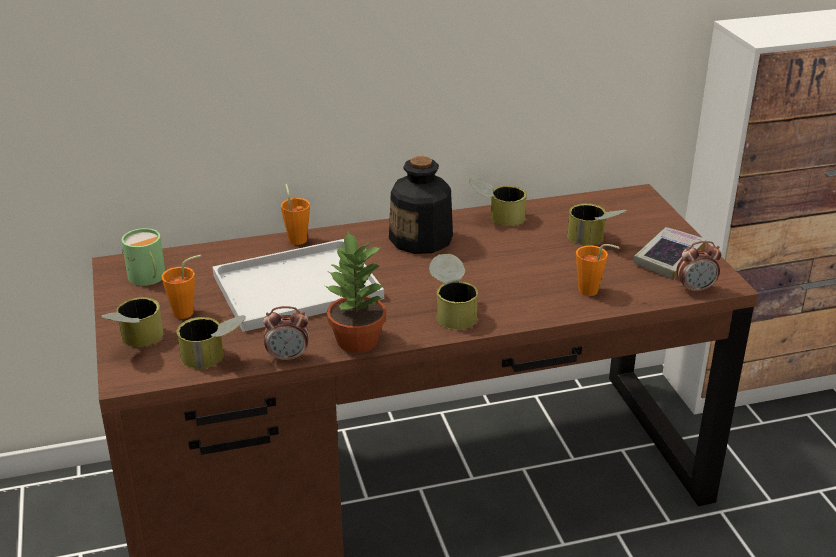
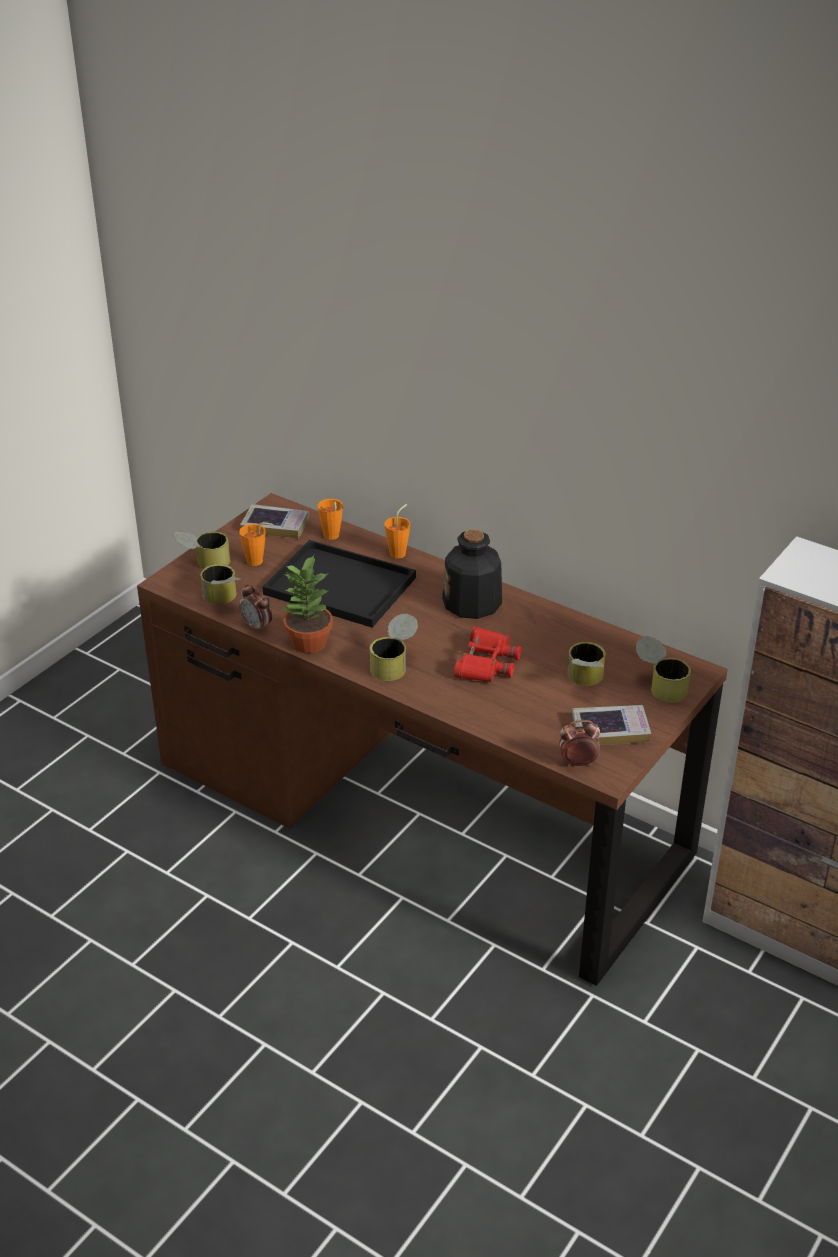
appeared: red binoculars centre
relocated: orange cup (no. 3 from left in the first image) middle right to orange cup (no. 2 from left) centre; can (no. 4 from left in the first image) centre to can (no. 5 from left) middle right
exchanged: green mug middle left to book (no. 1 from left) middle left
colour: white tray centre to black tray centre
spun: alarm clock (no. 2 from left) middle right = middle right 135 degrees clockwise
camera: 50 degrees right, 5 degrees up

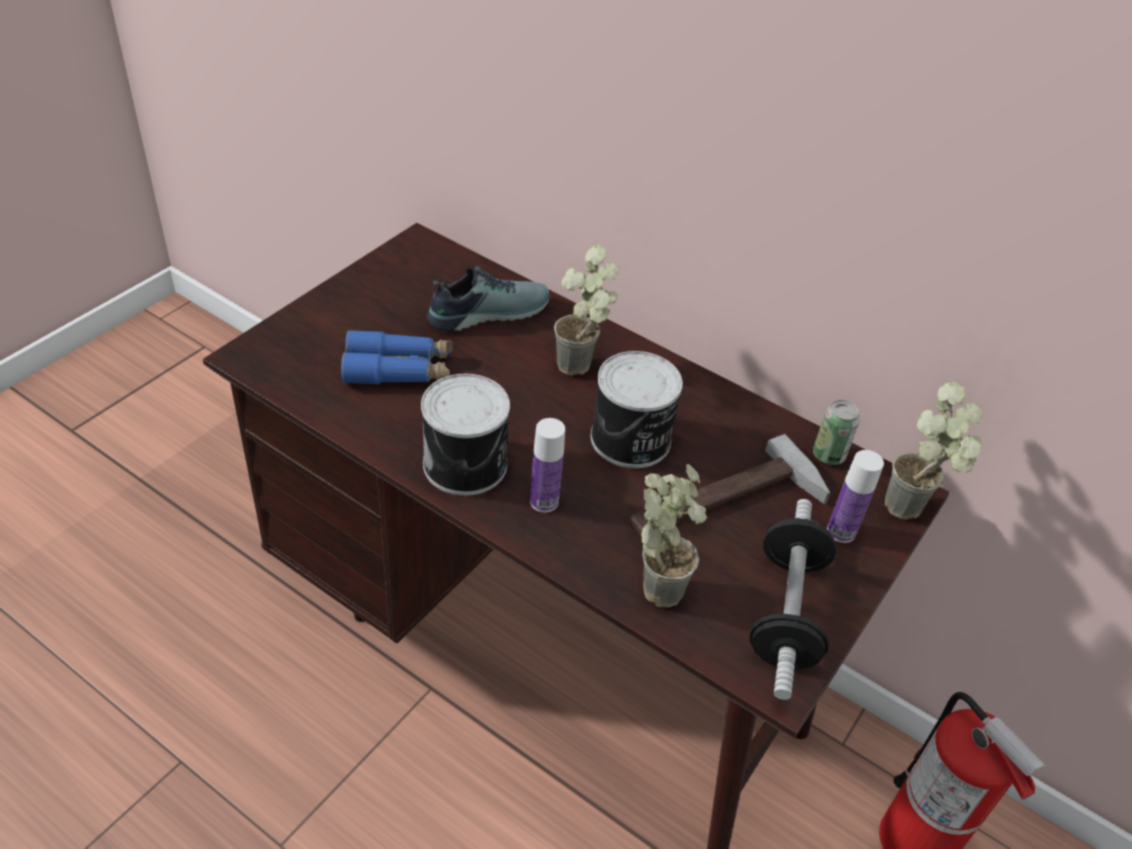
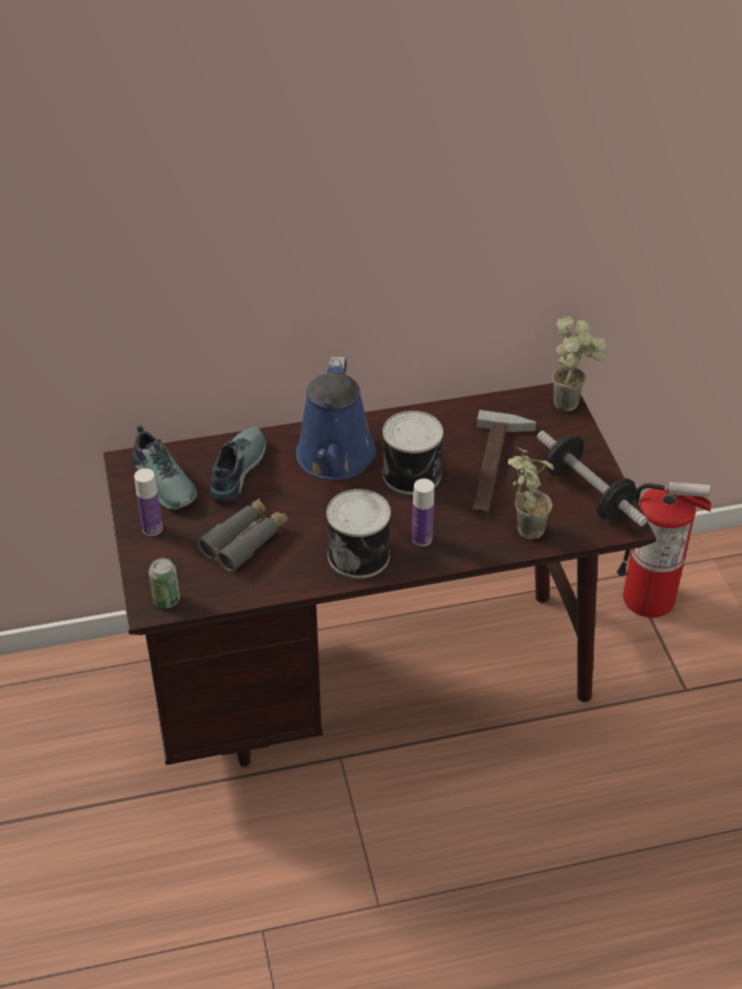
appeared: shoe (no. 1 from left) middle left
relocated: bottle (no. 2 from left in the first image) middle right to bottle (no. 1 from left) middle left; can (no. 3 from left in the first image) middle right to can (no. 1 from left) middle left
exchanged: potted plant (no. 1 from left) centre to blue watering can centre
colour: blue binoculars centre to grey binoculars middle left
camera: 45 degrees left, 0 degrees up

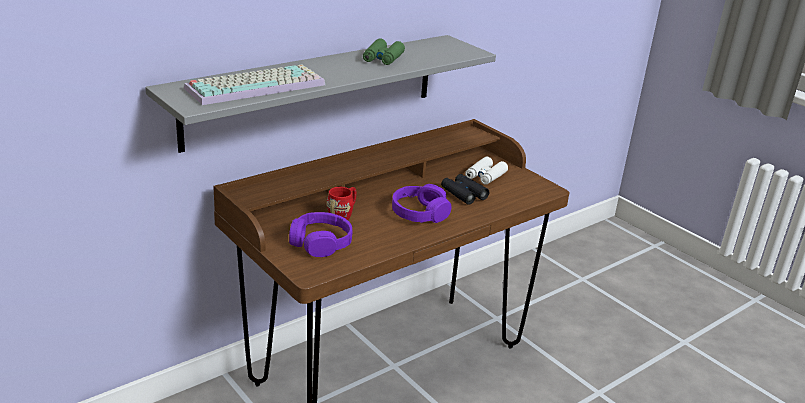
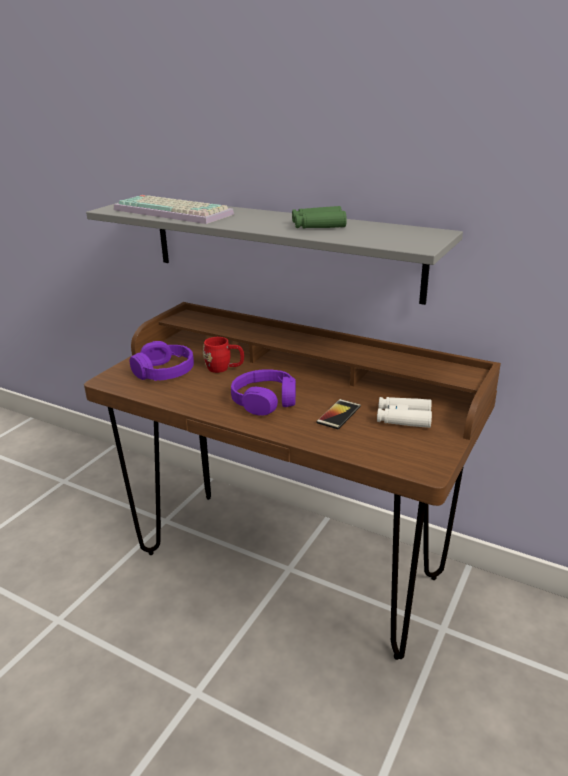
exchanged: black binoculars centre to phone centre
camera: 70 degrees right, 0 degrees up

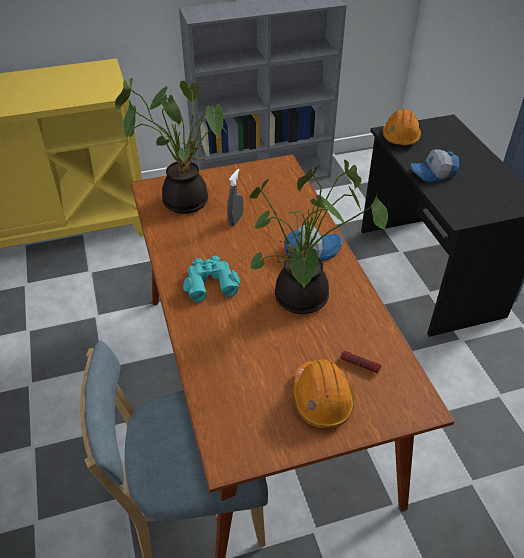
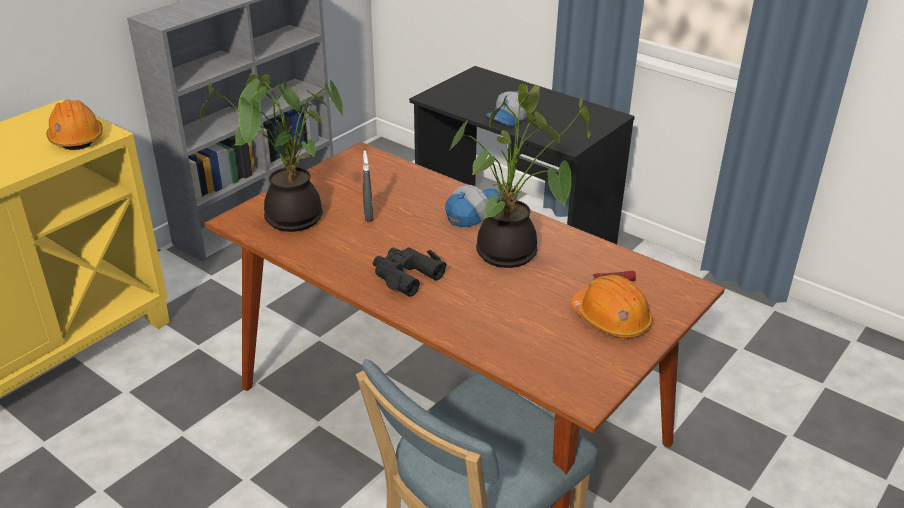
relocated: orange hard hat (no. 2 from left in the first image) top right to orange hard hat (no. 1 from left) top left
colour: turquoise binoculars centre to black binoculars centre
camera: 35 degrees left, 10 degrees down

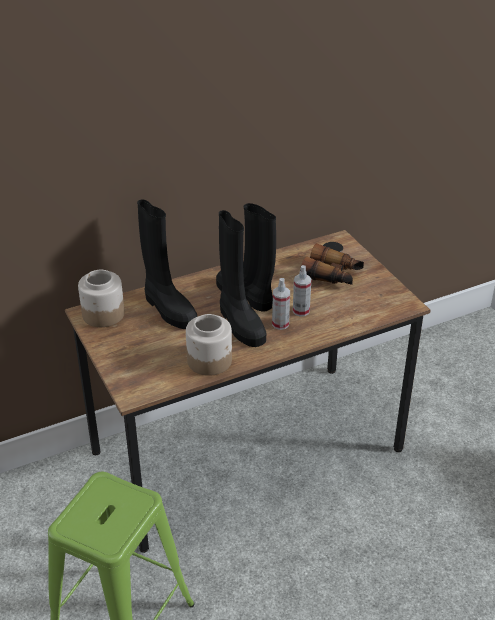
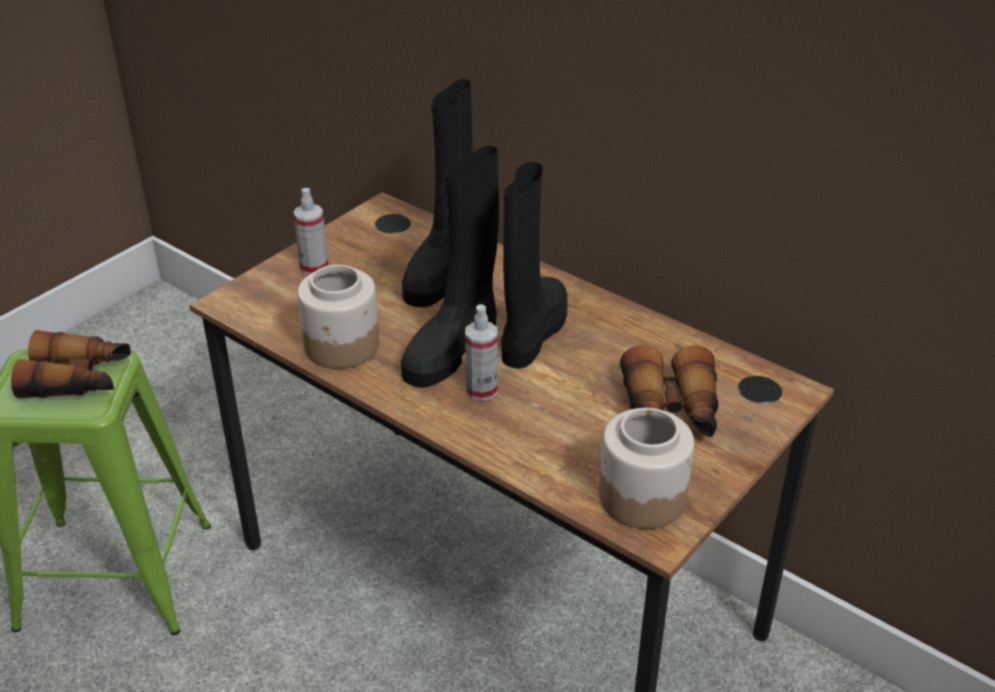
appeared: binoculars (no. 1 from left) middle left
relocated: spray bottle (no. 2 from left in the first image) centre to spray bottle (no. 1 from left) middle left; jar (no. 1 from left in the first image) middle left to jar (no. 2 from left) bottom centre
camera: 65 degrees right, 0 degrees up

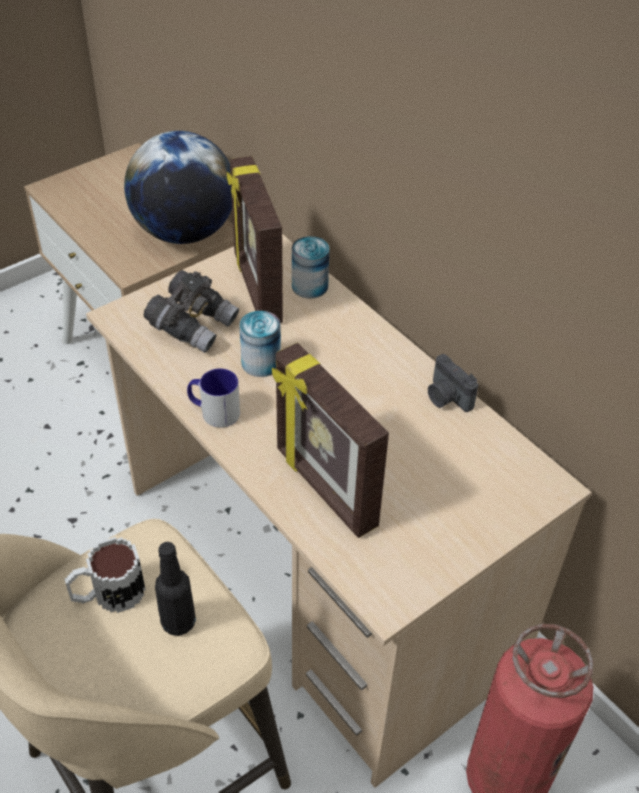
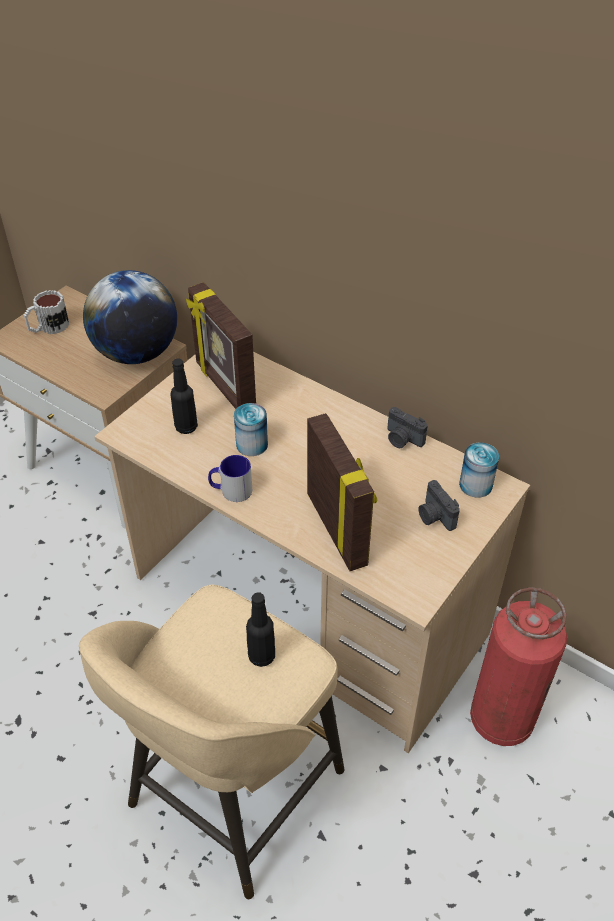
appeared: photo camera (no. 2 from left) middle right
relocated: mug (no. 1 from left) bottom left to middle left; can (no. 2 from left) centre to middle right
exchanged: grey binoculars middle left to black bottle (no. 1 from left) middle left
spun: picture frame (no. 2 from left) centre = centre 150 degrees counterclockwise
camera: 15 degrees left, 0 degrees up

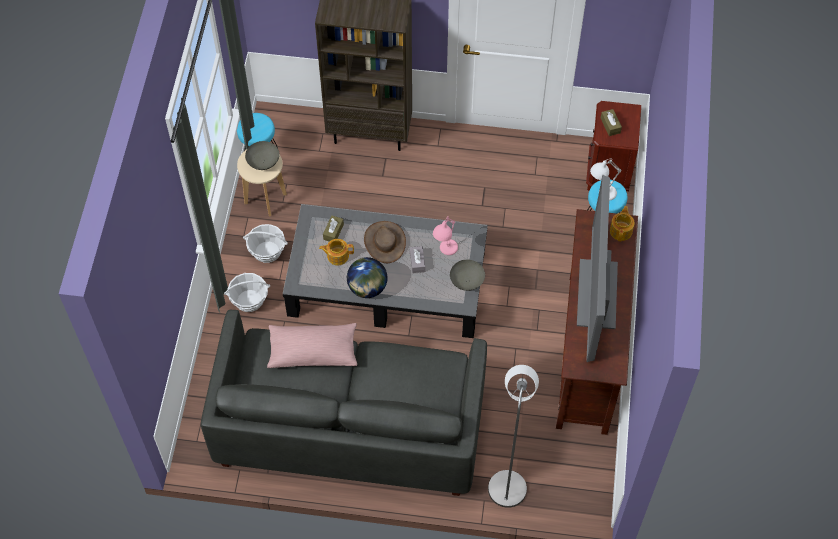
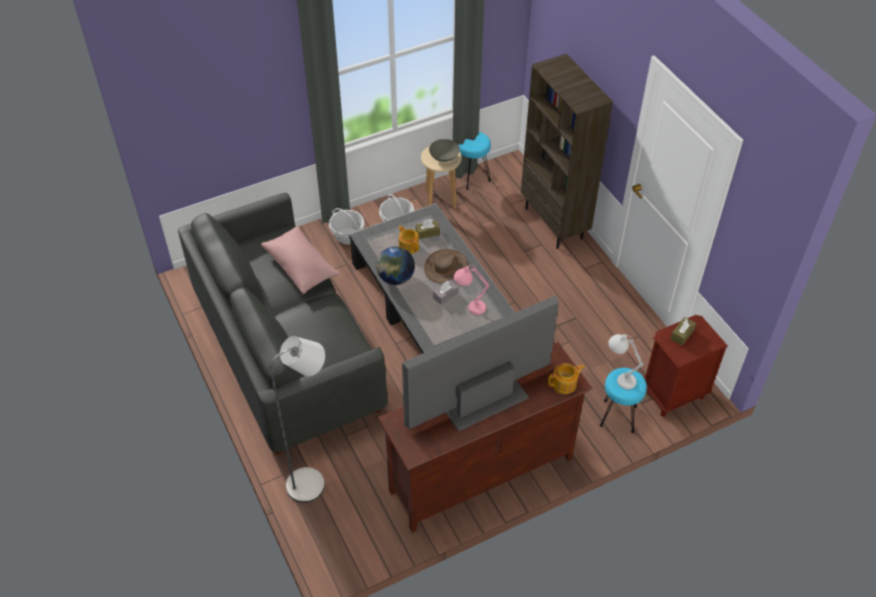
missing: grey bowl (no. 2 from left) centre
camera: 55 degrees right, 10 degrees down

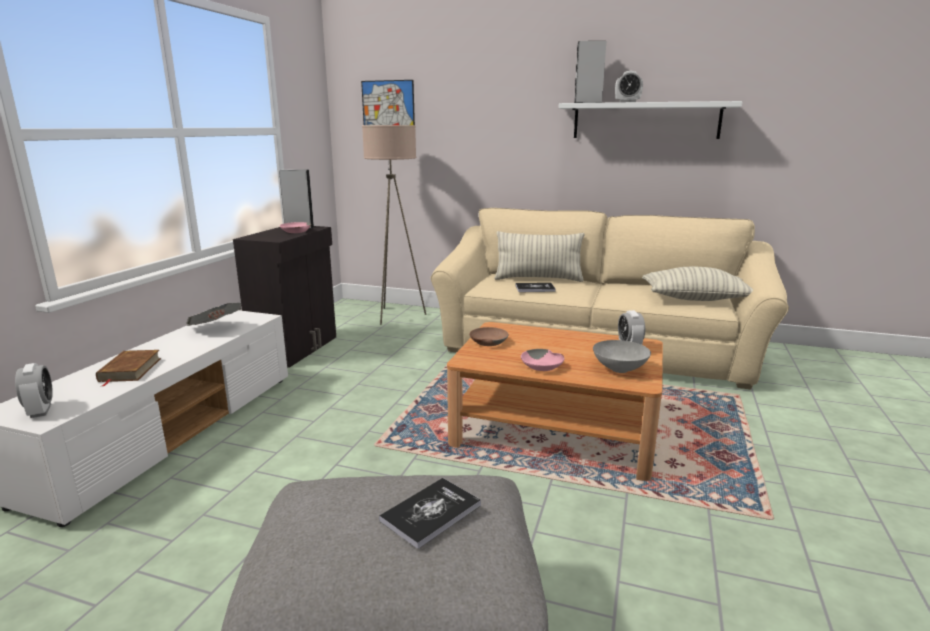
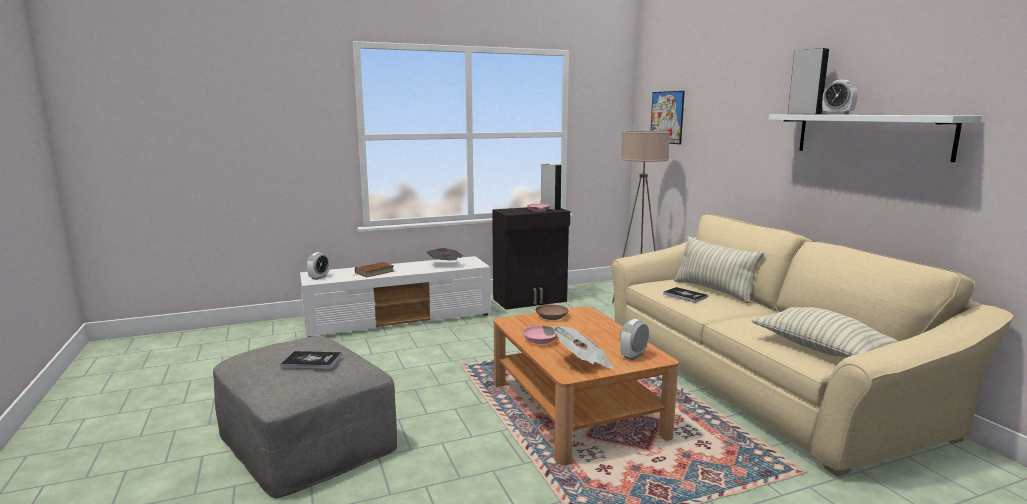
exchanged: grey bowl middle right to newspaper (no. 2 from left) bottom centre
camera: 50 degrees right, 5 degrees down

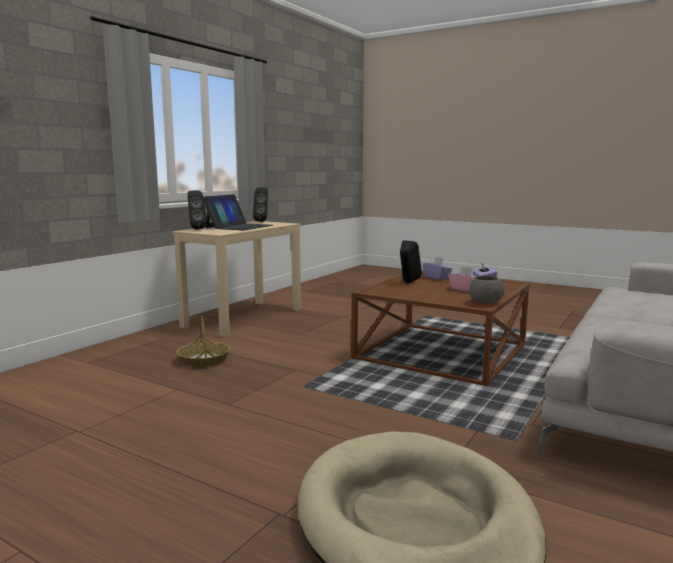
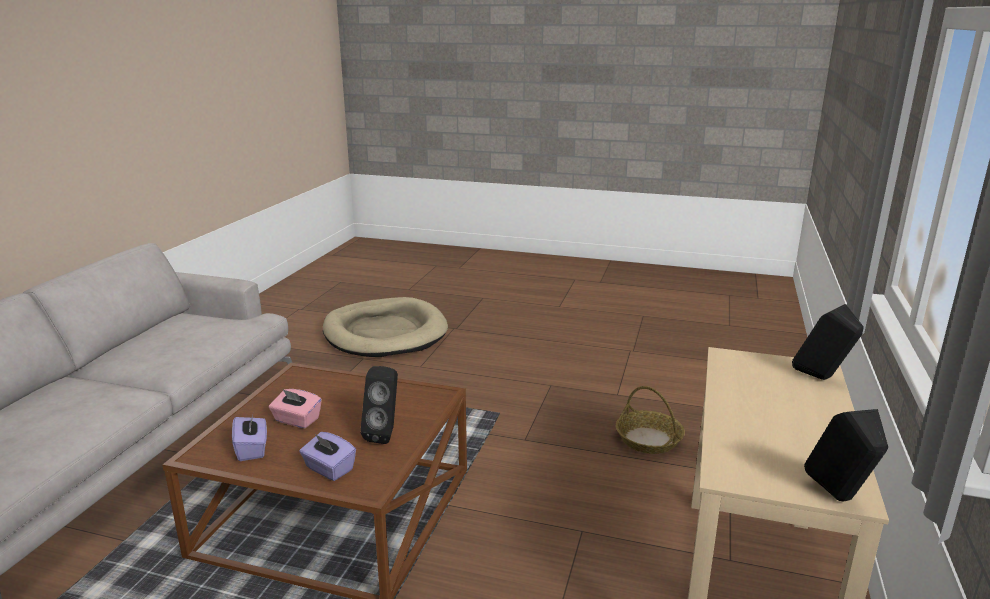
missing: laptop centre; grey bowl middle right
camera: 165 degrees right, 10 degrees up

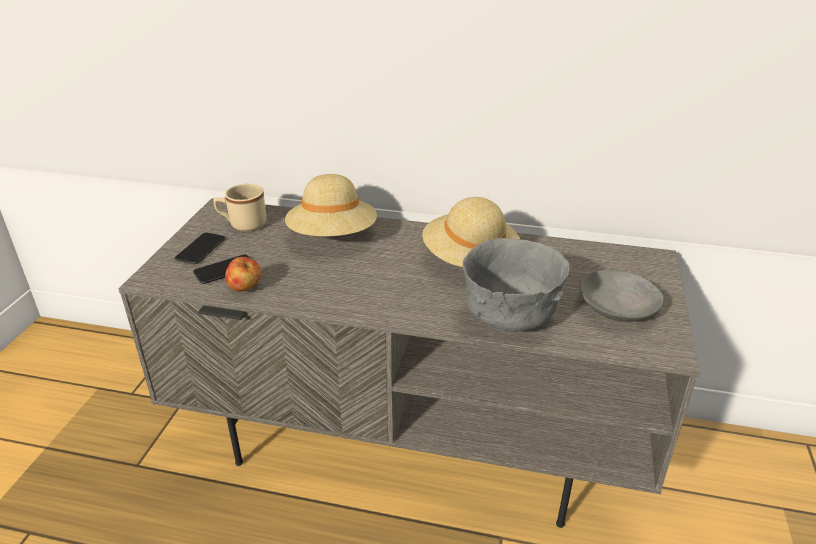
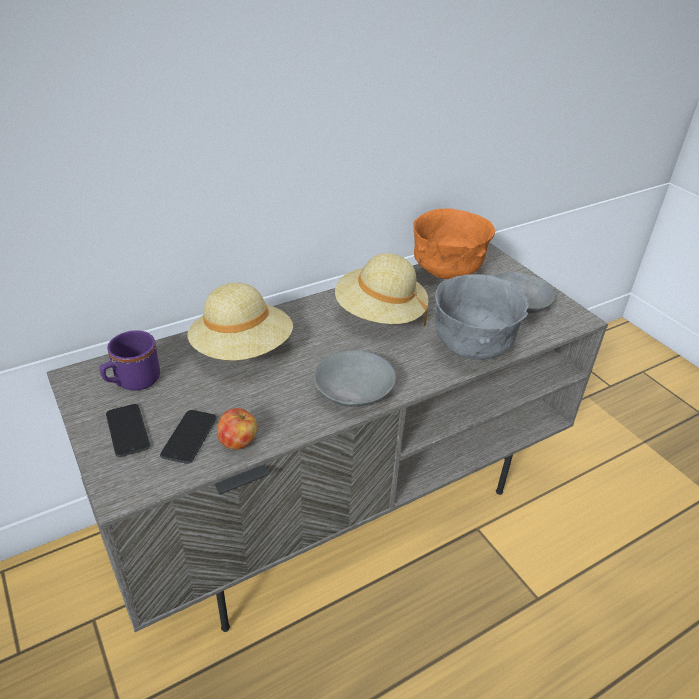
appeared: grey bowl (no. 1 from left) centre; orange bowl centre
colour: beige mug middle left to purple mug middle left
camera: 45 degrees left, 5 degrees up

